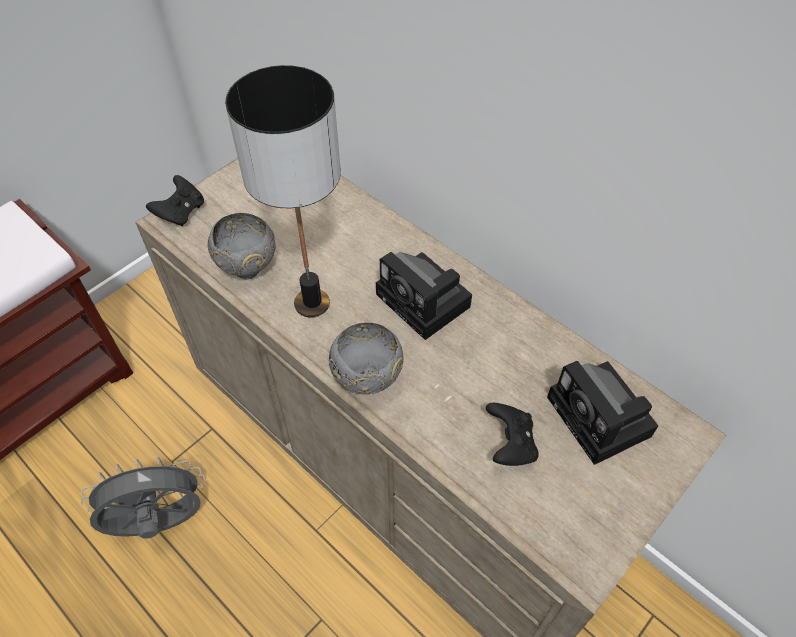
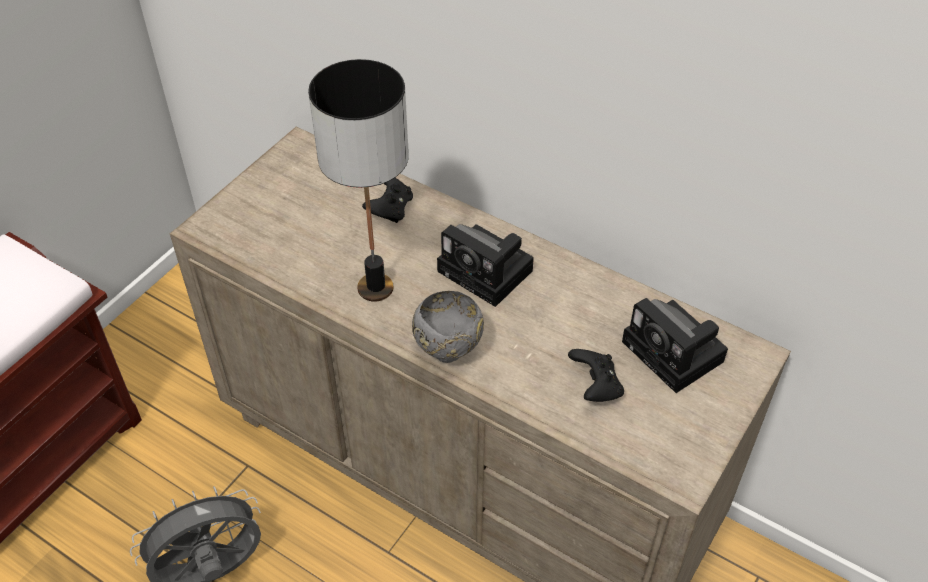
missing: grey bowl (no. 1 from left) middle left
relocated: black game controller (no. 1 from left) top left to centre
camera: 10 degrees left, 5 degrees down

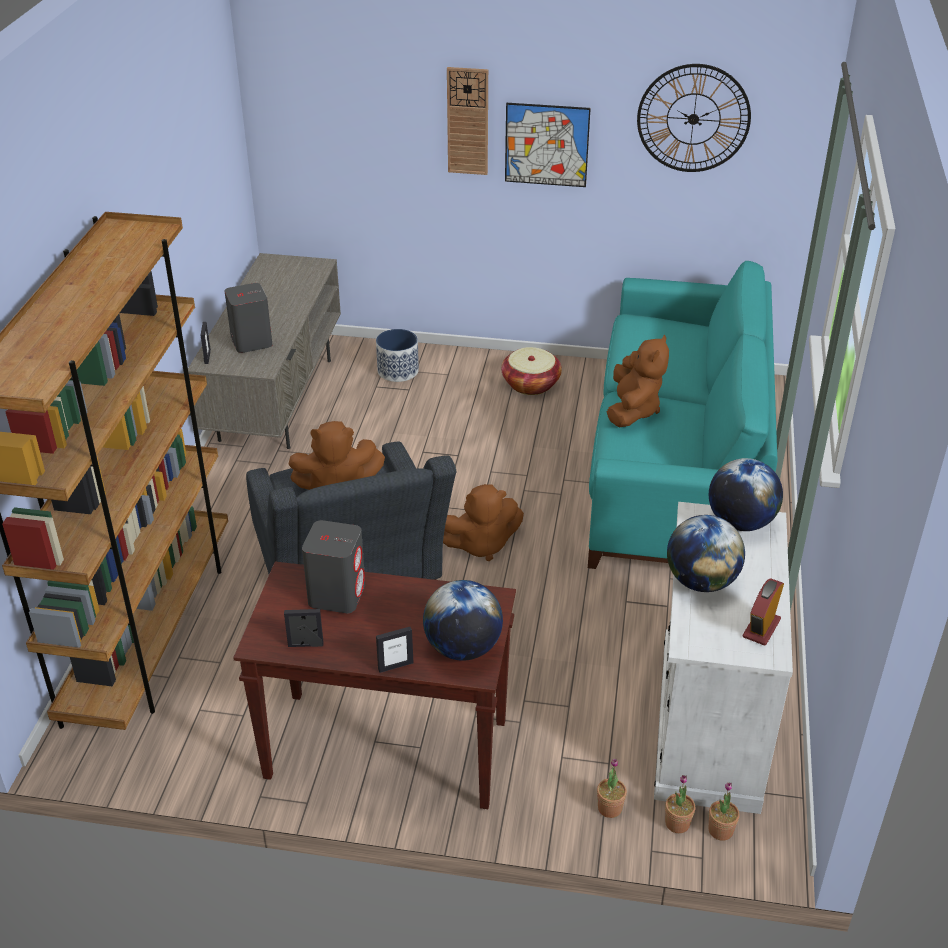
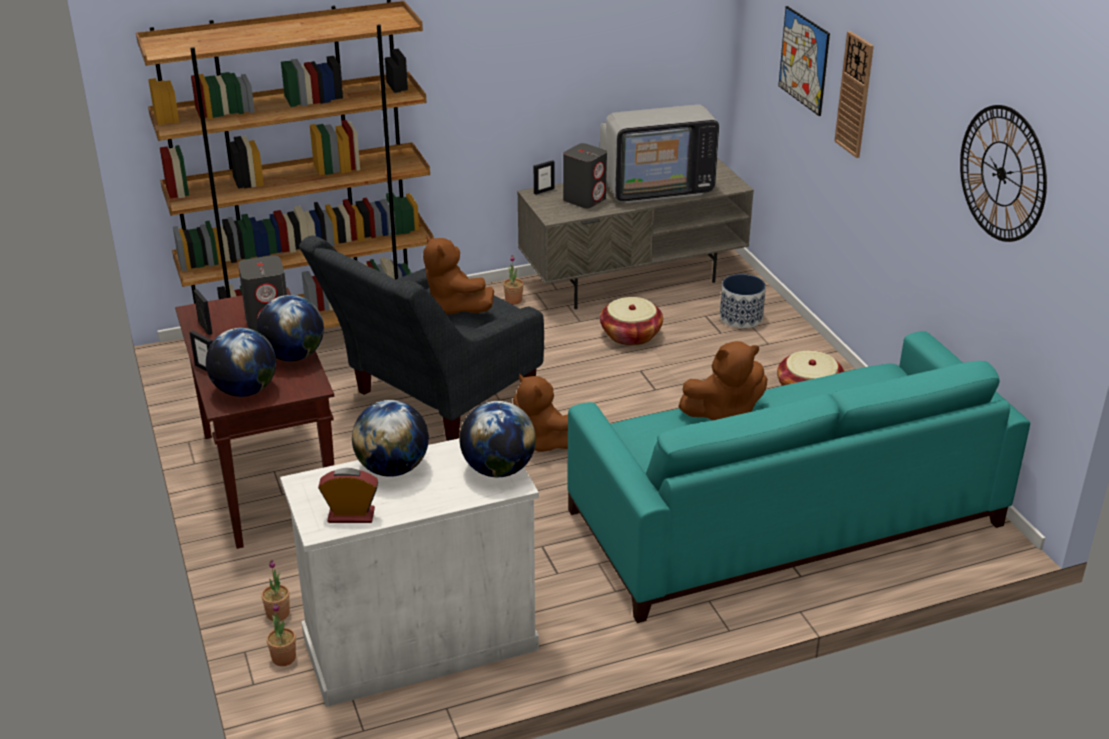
appeared: globe (no. 2 from left) middle left; television top centre; basket (no. 1 from left) centre
relocated: potted plant (no. 3 from left) bottom right to centre; picture top centre to top right
camera: 60 degrees right, 5 degrees down

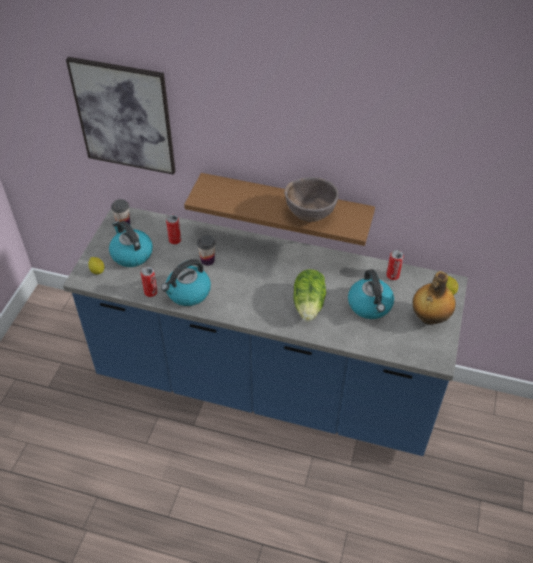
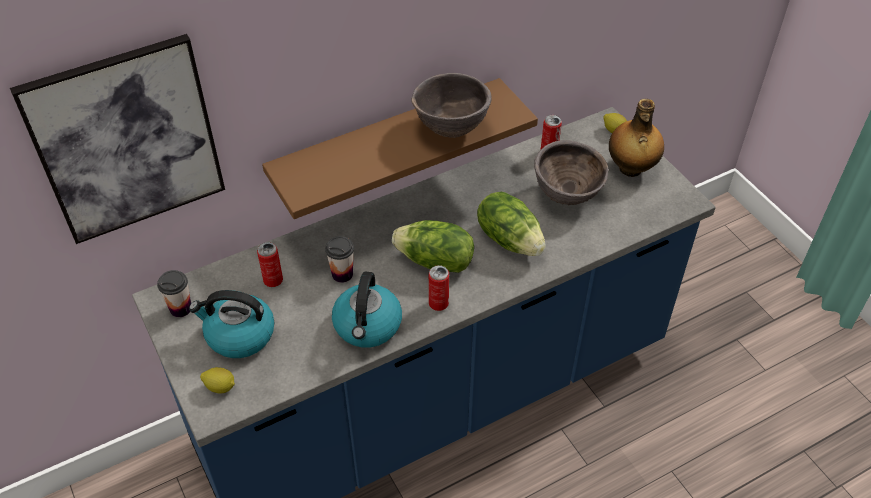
appeared: lettuce (no. 1 from left) centre
relocated: can (no. 1 from left in the first image) middle left to can (no. 2 from left) centre
exchanged: kettle (no. 3 from left) middle right to brown bowl (no. 2 from left) centre
camera: 45 degrees left, 0 degrees up

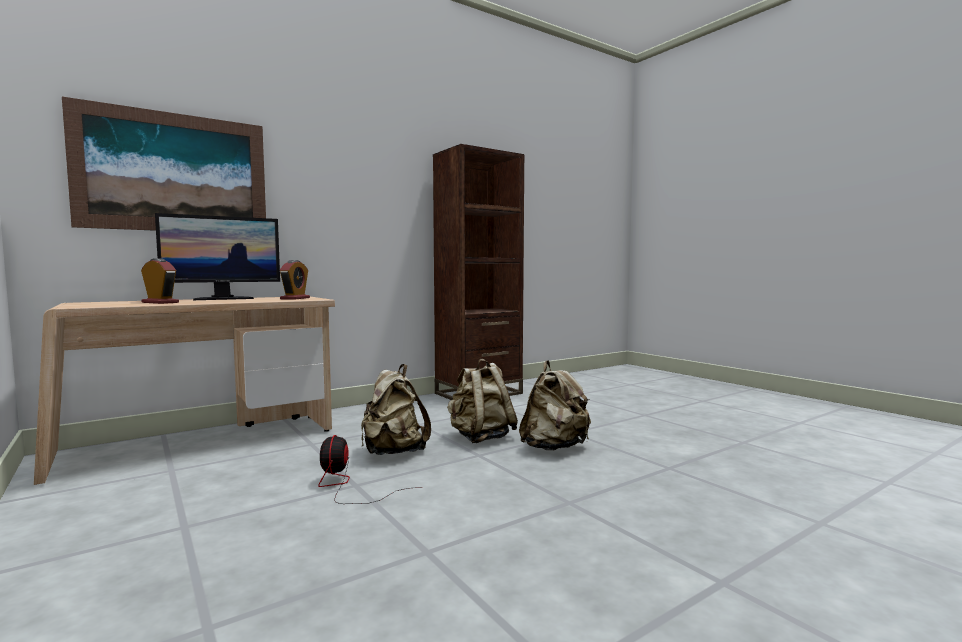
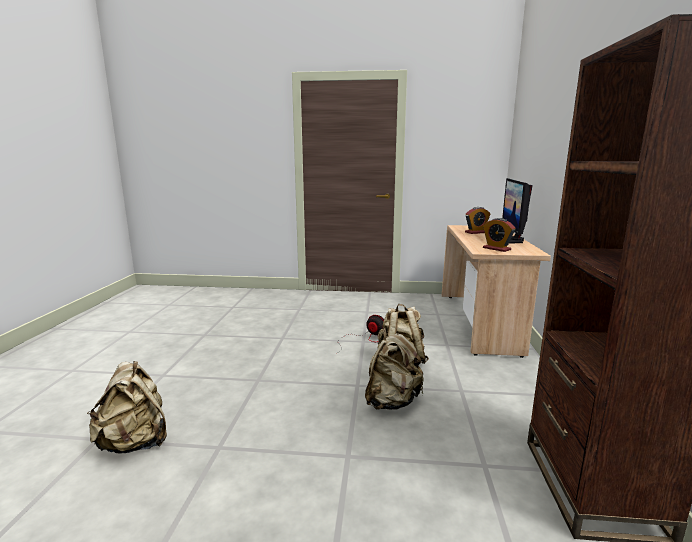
missing: picture top left
relocated: beige backpack (no. 3 from left in the first image) centre to beige backpack (no. 1 from left) bottom left
camera: 130 degrees right, 10 degrees up

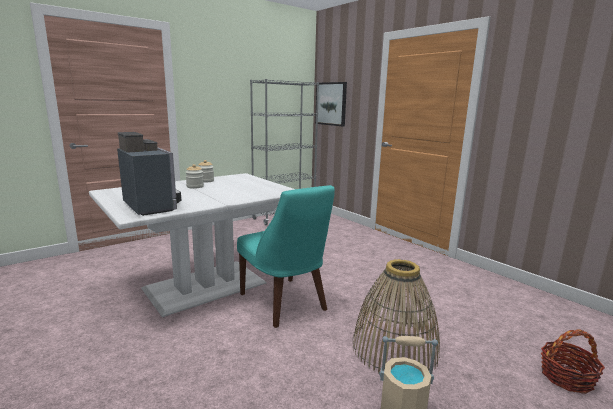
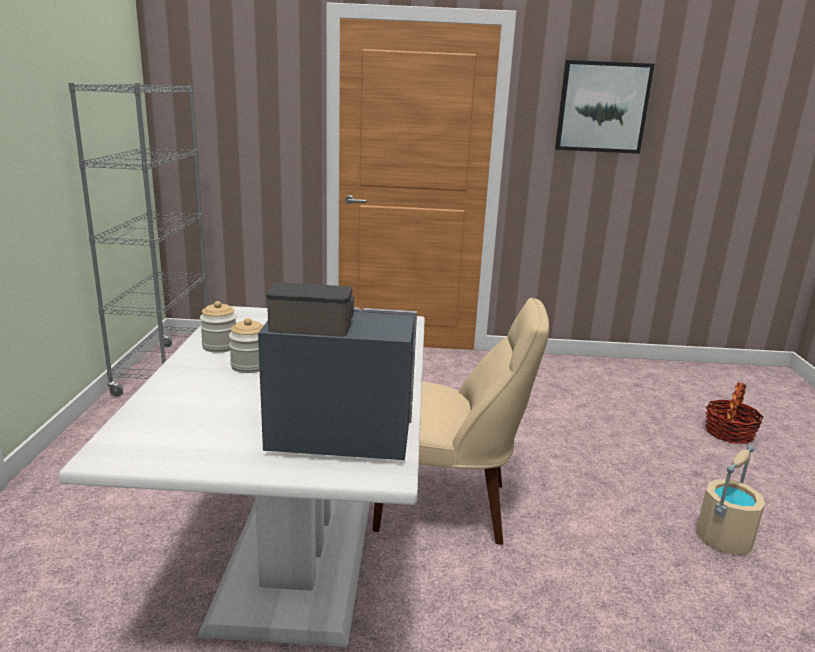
missing: basket (no. 1 from left) bottom centre
relocated: picture top centre to top right
colour: turquoise chair centre to beige chair centre
camera: 50 degrees left, 5 degrees up

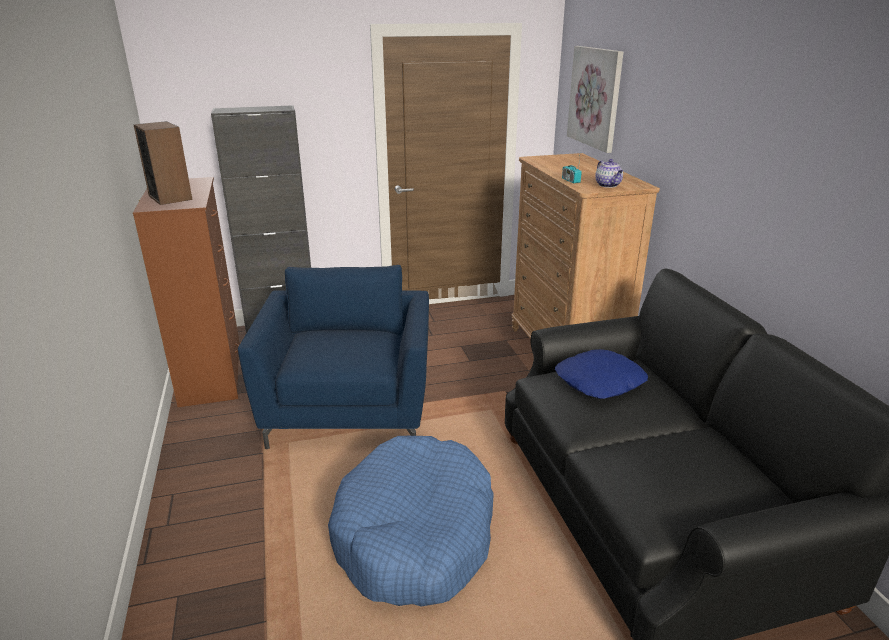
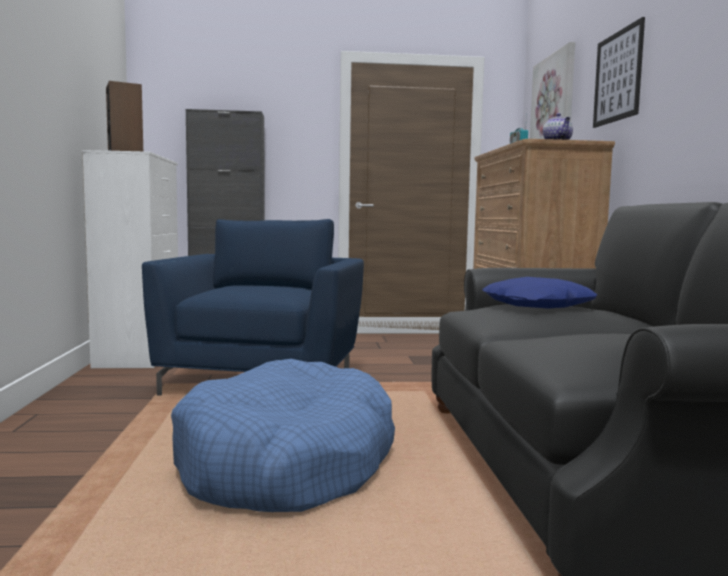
appeared: picture (no. 2 from left) top right
colour: brown dresser (no. 1 from left) middle left to white dresser middle left
camera: 10 degrees right, 20 degrees down

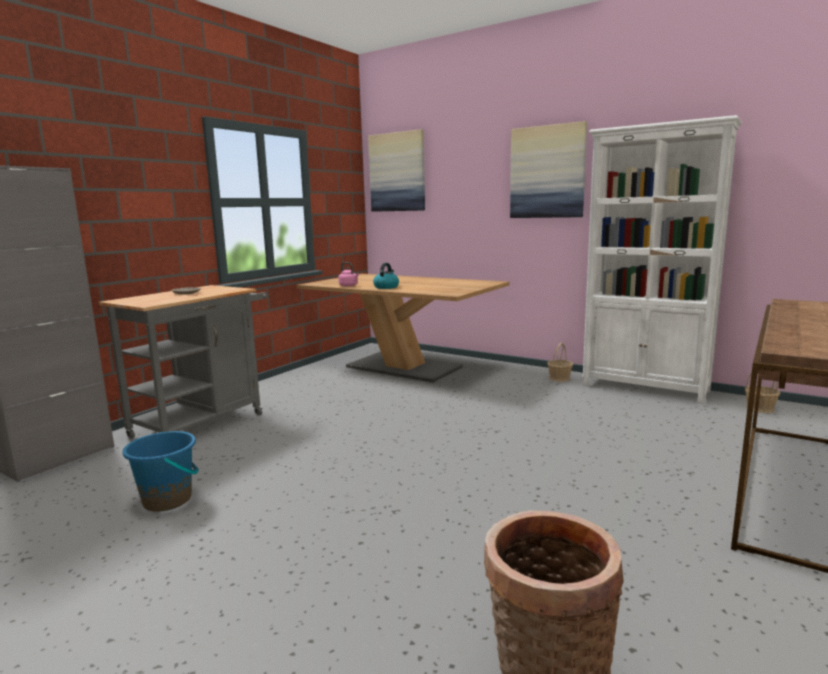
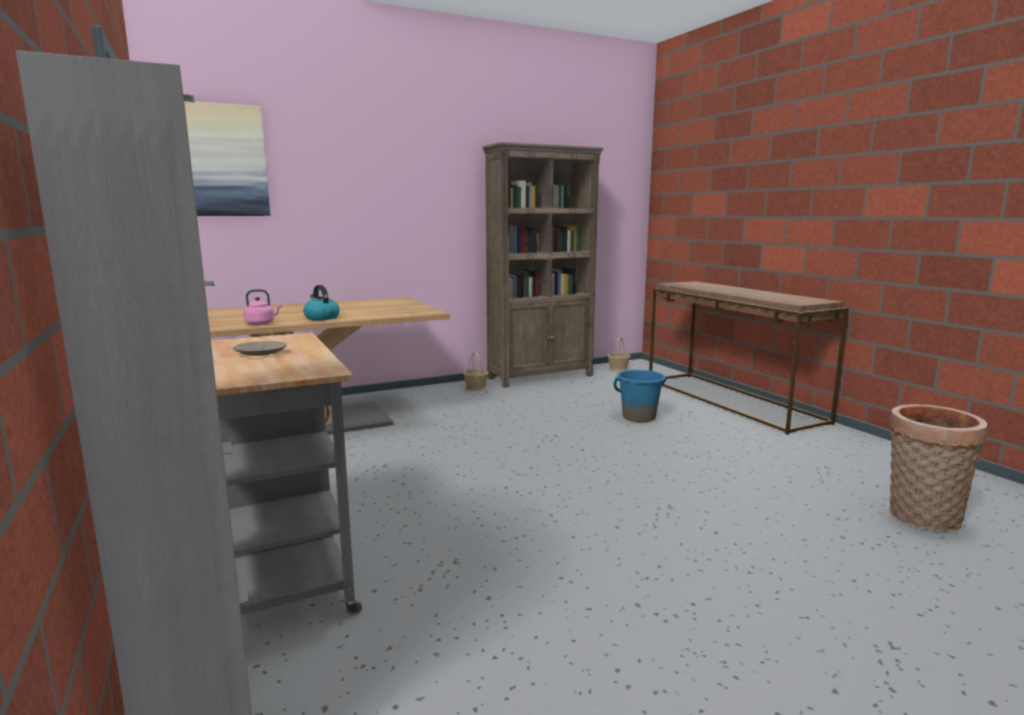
missing: picture (no. 2 from left) top centre
relocated: blue bucket bottom left to centre
colour: white bookcase middle right to brown bookcase centre
camera: 60 degrees left, 0 degrees up

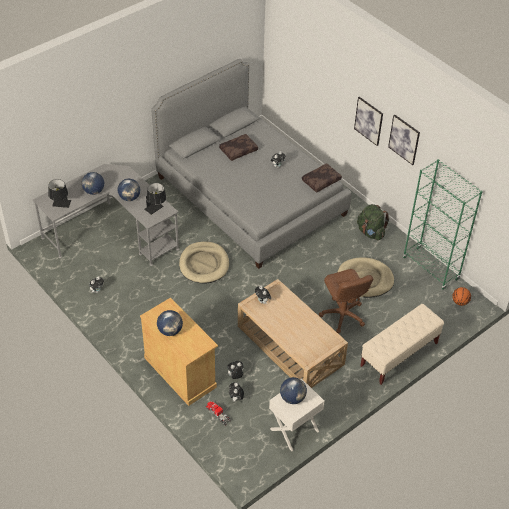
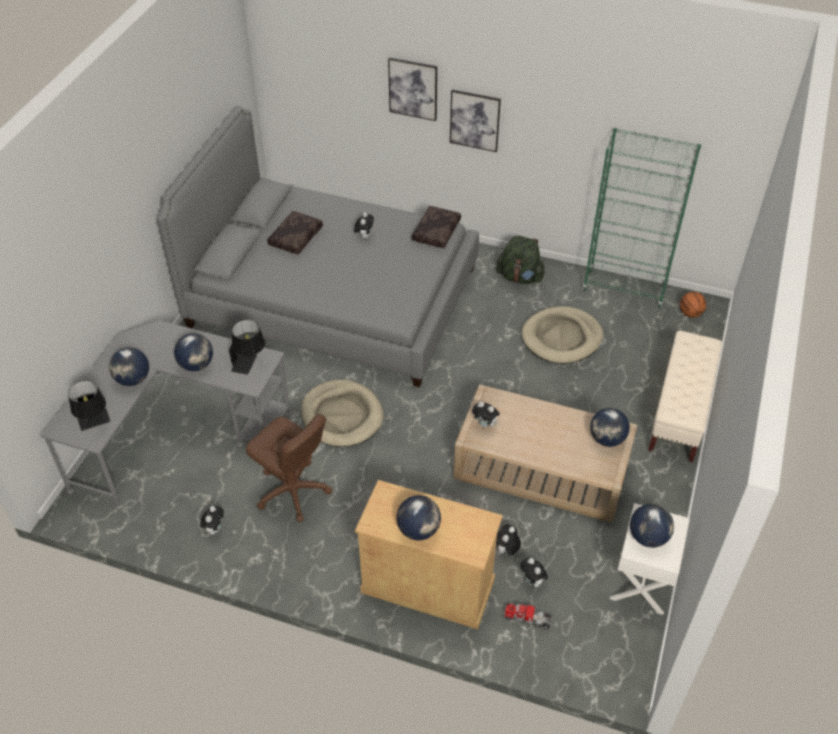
appeared: globe (no. 4 from left) middle right
relocated: brown office chair middle right to centre; picture (no. 2 from left in the first image) top right to picture (no. 1 from left) top centre
camera: 30 degrees left, 0 degrees up

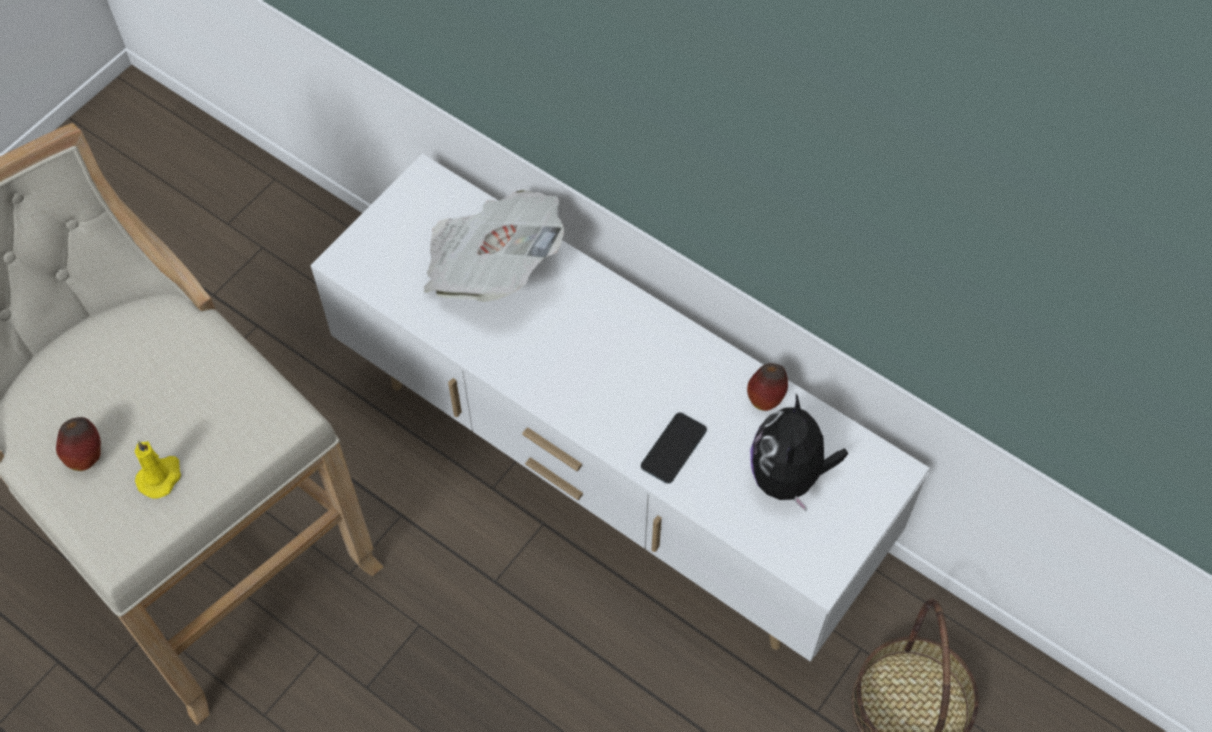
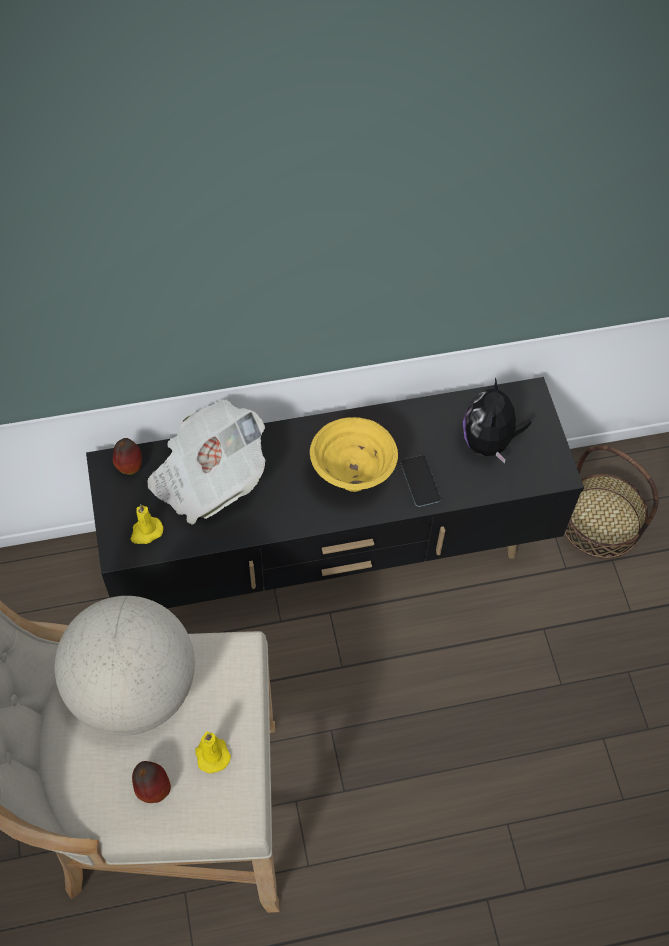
appeared: globe bottom left; yellow candle (no. 1 from left) middle left; yellow bowl centre
relocated: apple (no. 2 from left in the first image) centre to apple (no. 1 from left) middle left
colour: white tv stand centre to black tv stand centre
spun: plush toy centre = middle right 45 degrees clockwise
camera: 50 degrees left, 0 degrees up

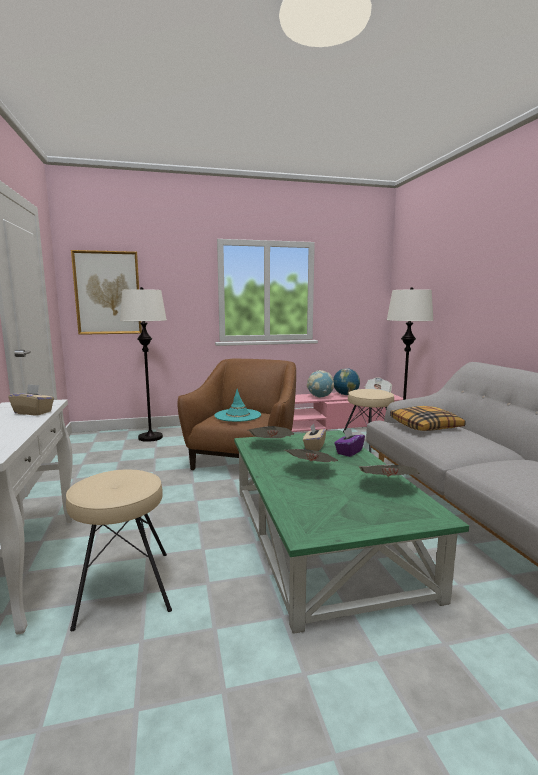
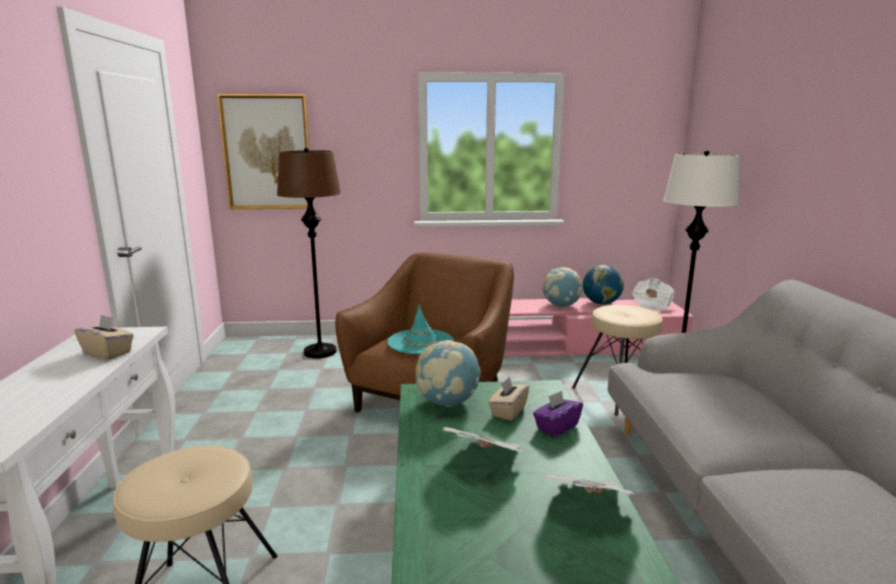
missing: pillow middle right
exchanged: newspaper (no. 1 from left) centre to globe (no. 1 from left) centre
colour: white floor lamp (no. 1 from left) middle left to brown floor lamp centre
camera: 10 degrees right, 5 degrees up

